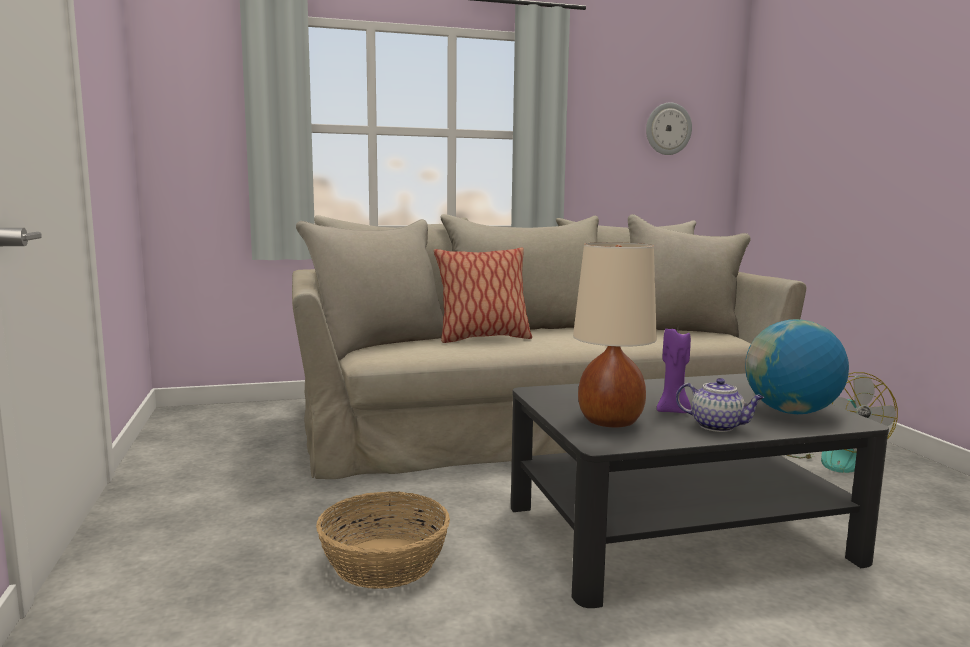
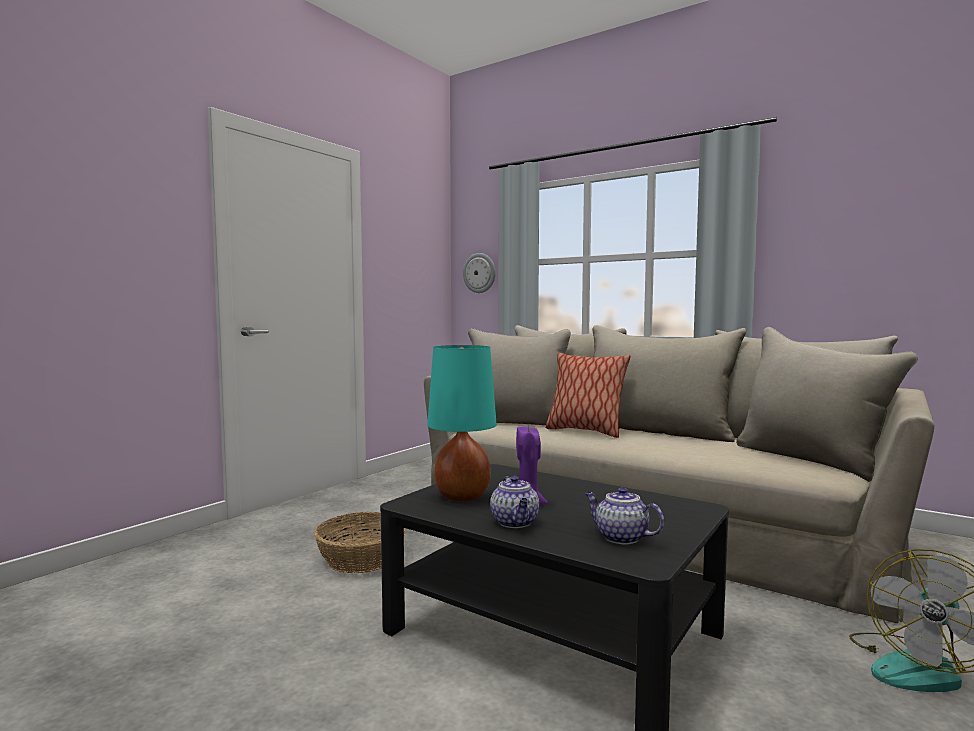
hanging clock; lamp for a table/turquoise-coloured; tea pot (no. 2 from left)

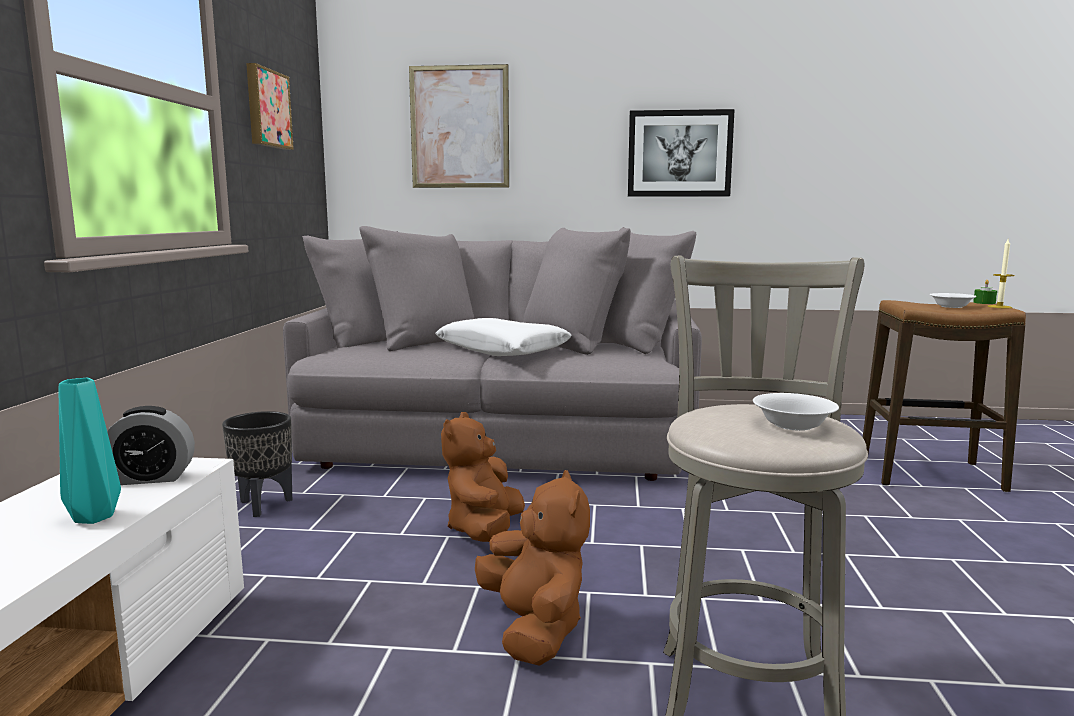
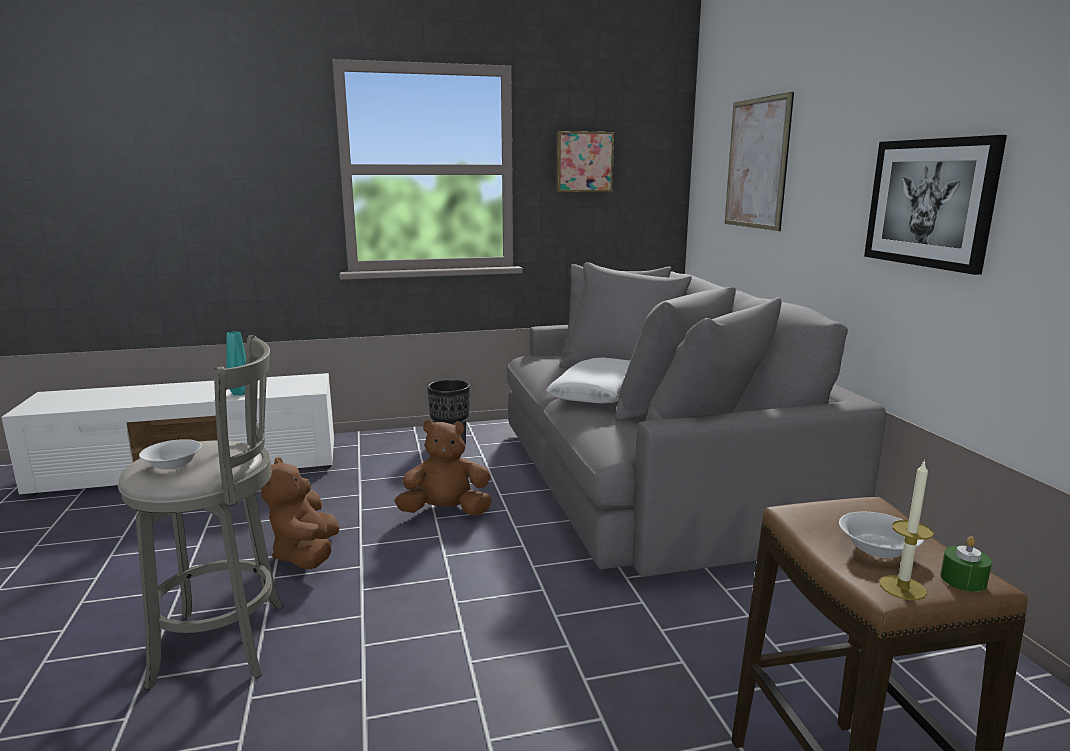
bedside clock; plush toy/brownish (no. 1 from left)

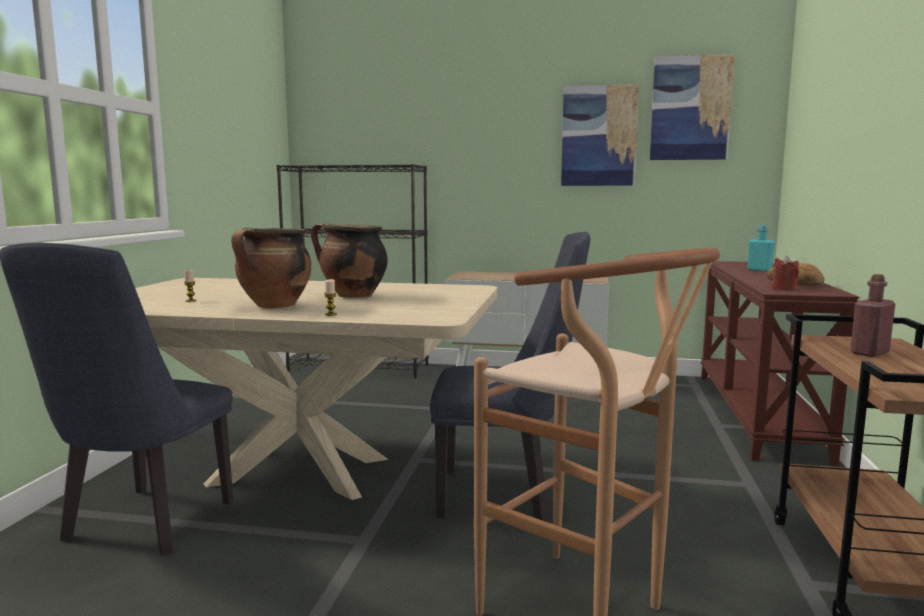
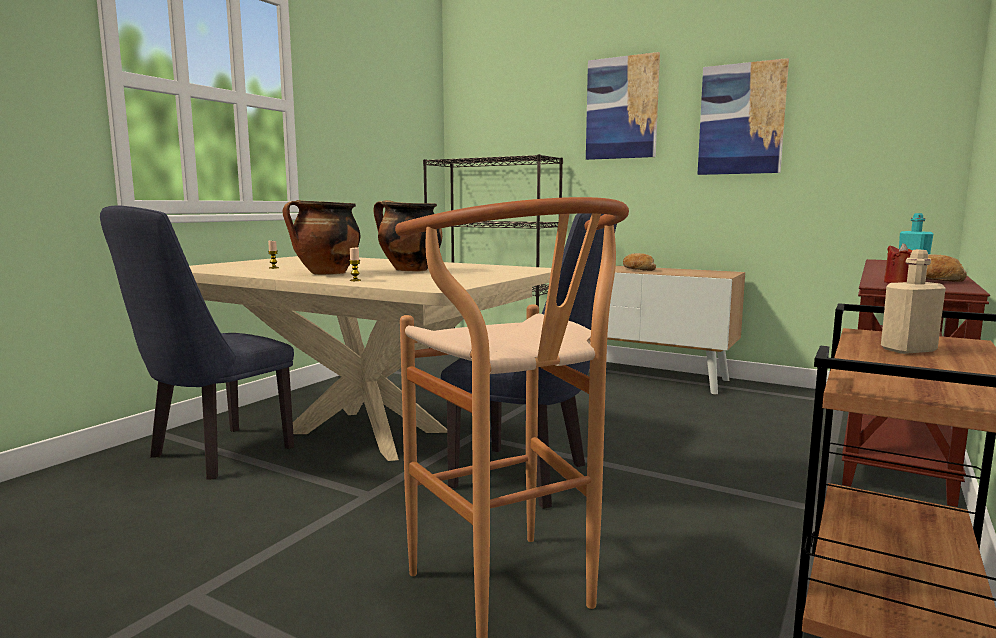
picture (no. 1 from left); drink bottle/beige-coloured; bakery bread (no. 1 from left)

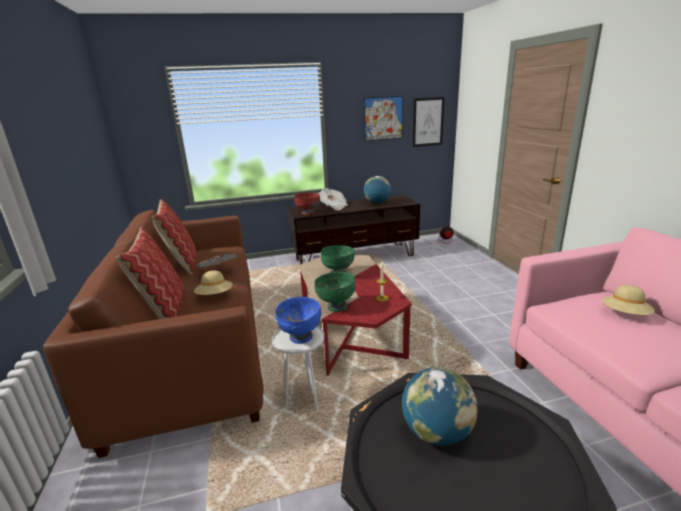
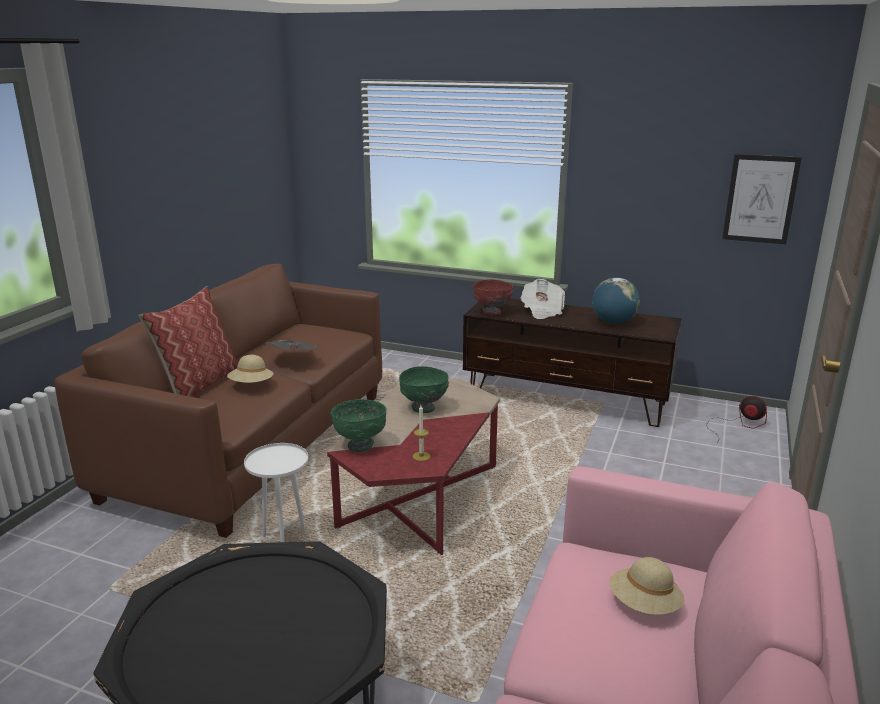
picture (no. 1 from left in the first image); pillow (no. 2 from left in the first image); bowl/blue; globe (no. 2 from left in the first image)

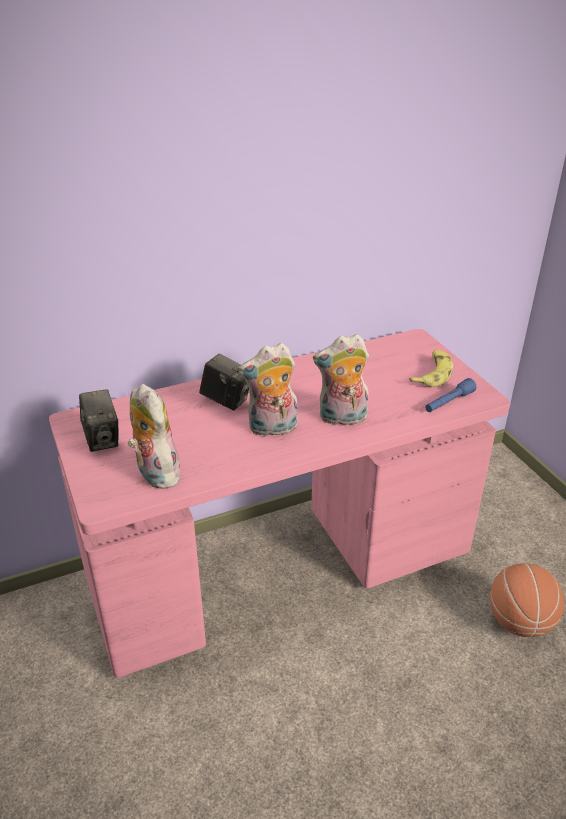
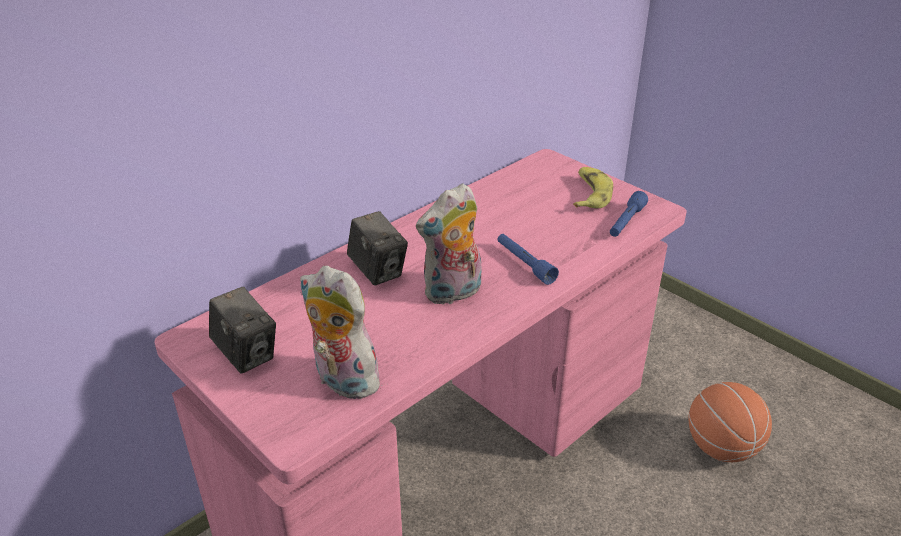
torch/blue (no. 1 from left); photo camera (no. 2 from left)

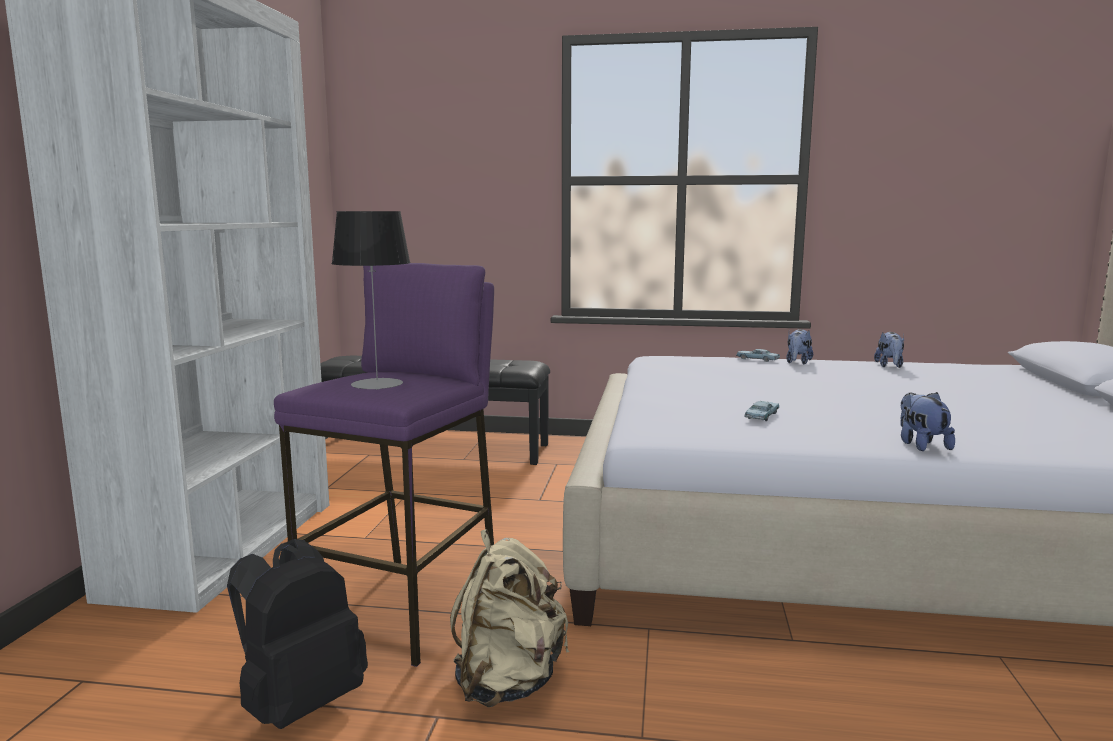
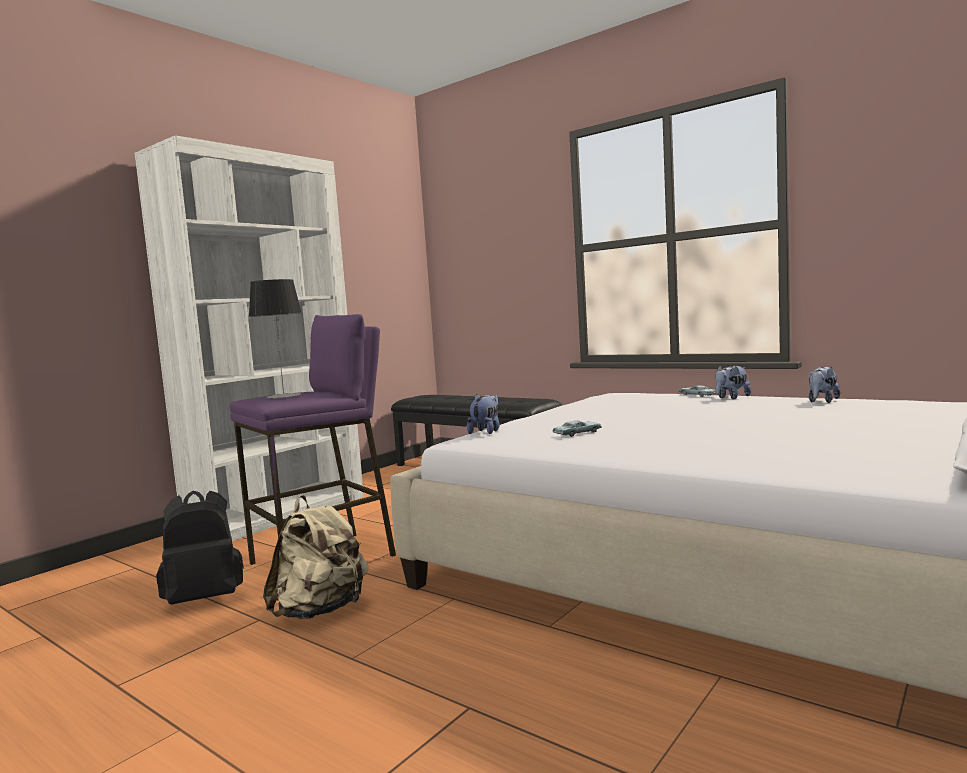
plush toy (no. 1 from left)

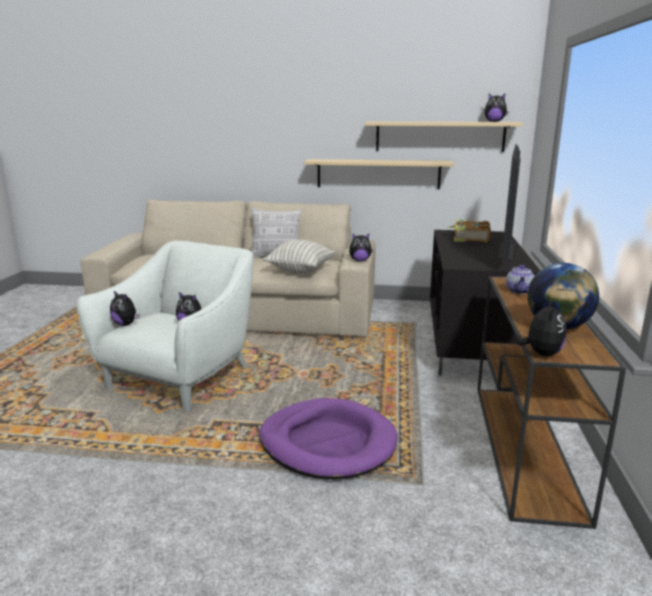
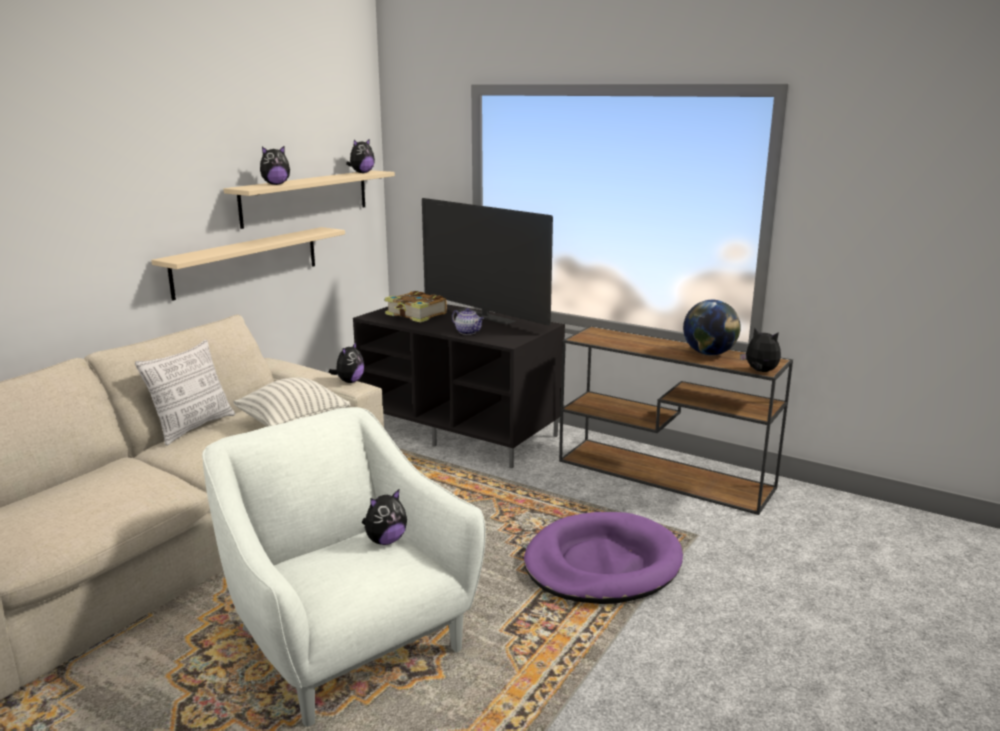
tea pot; plush toy (no. 1 from left)

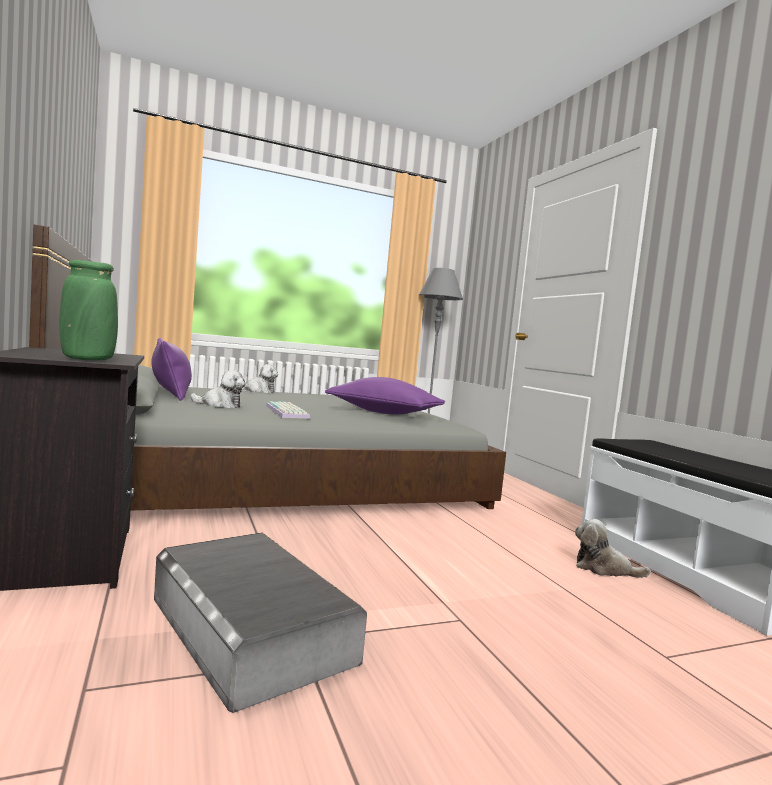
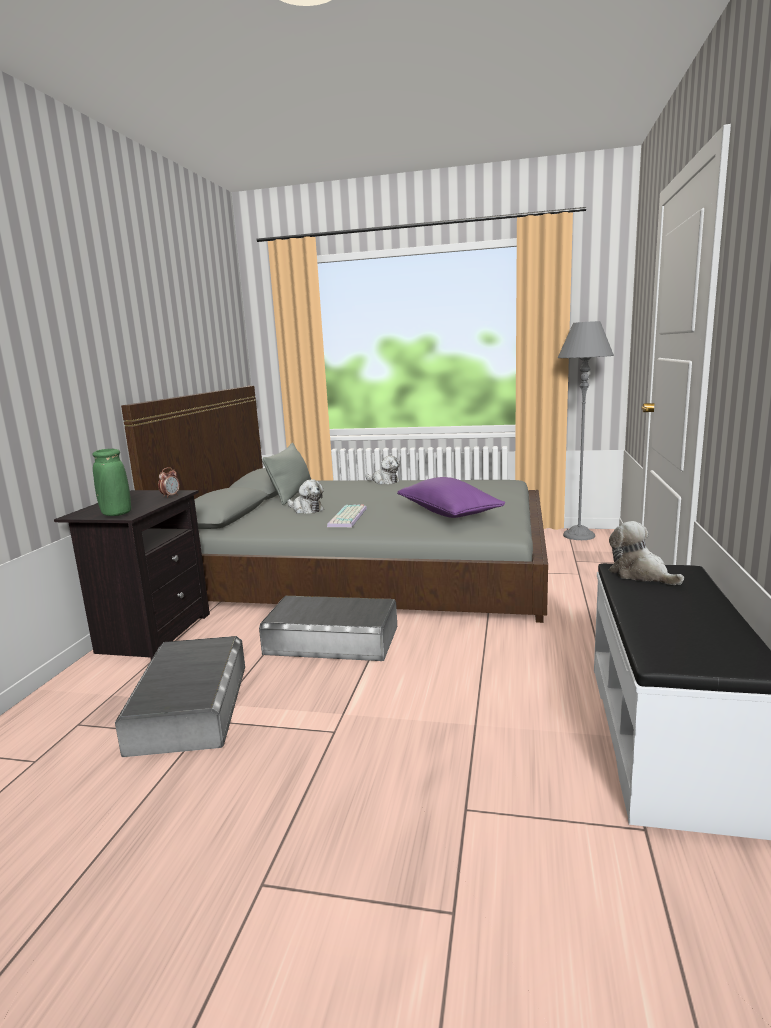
pillow/grey; plush toy (no. 3 from left); bedside clock; storage box/grey (no. 2 from left)

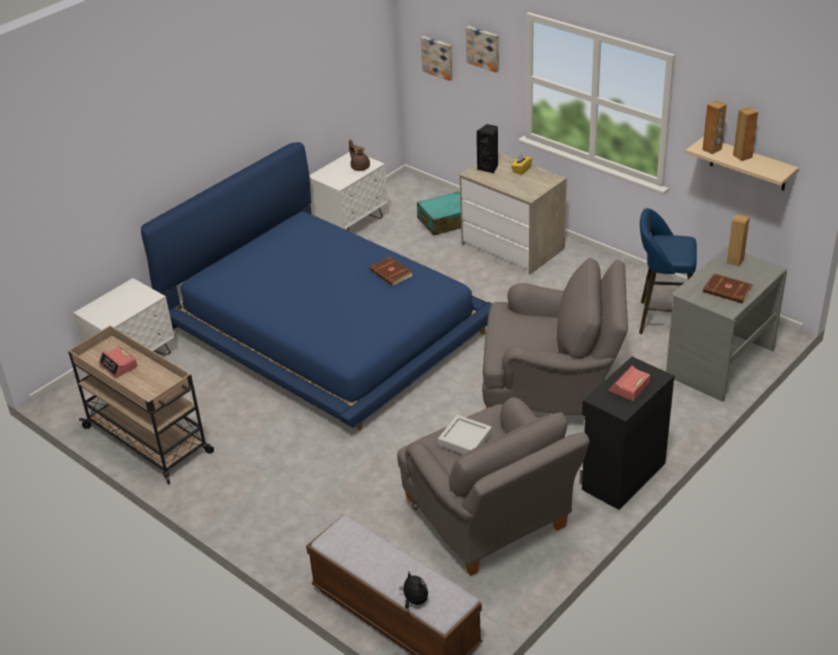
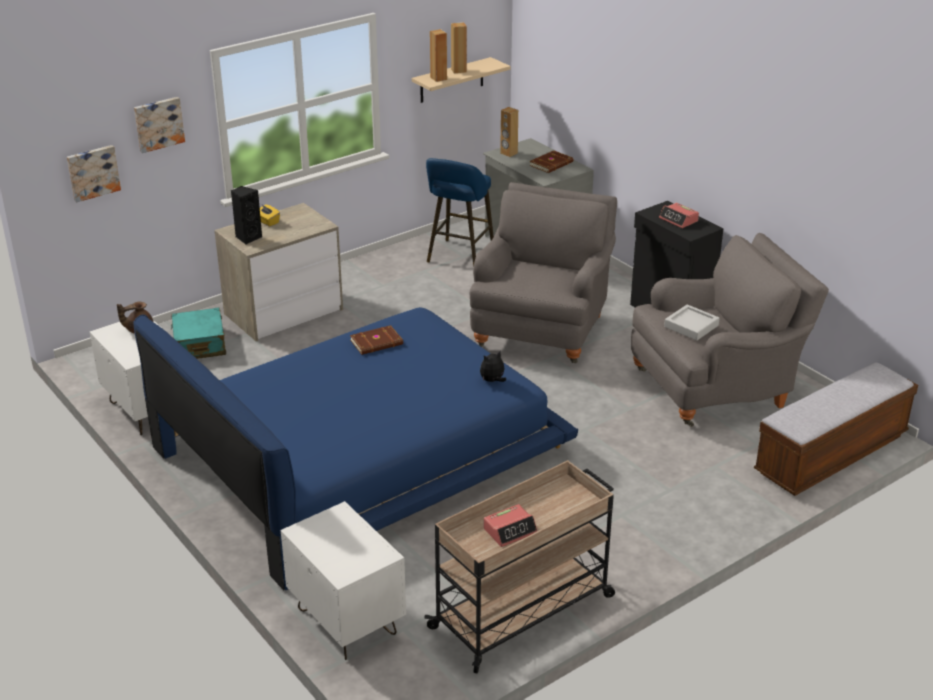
plush toy

